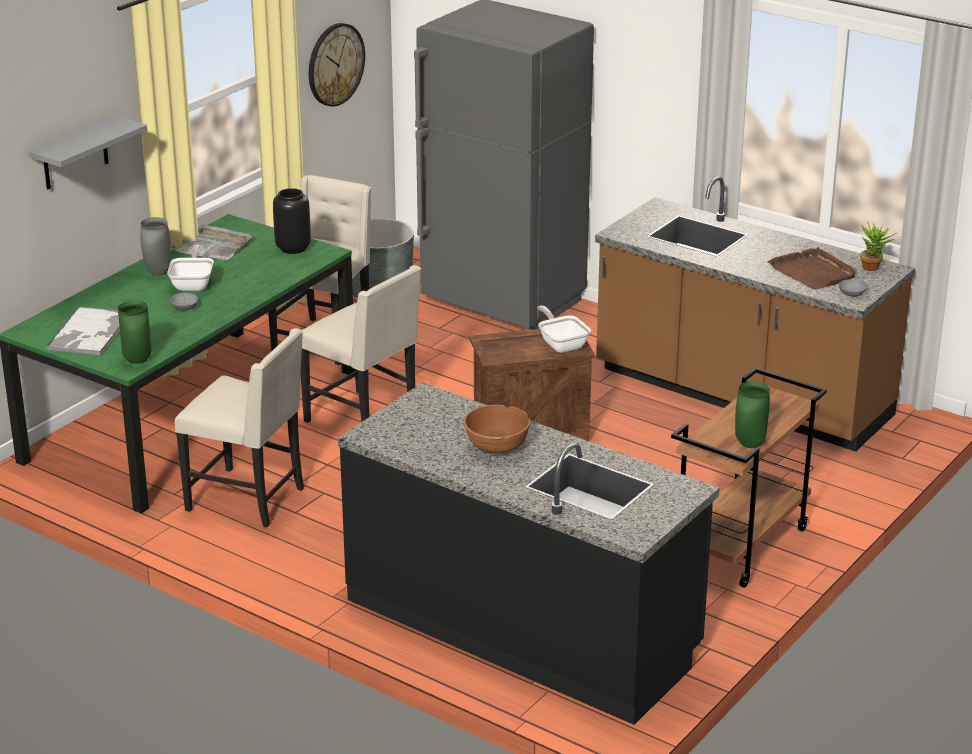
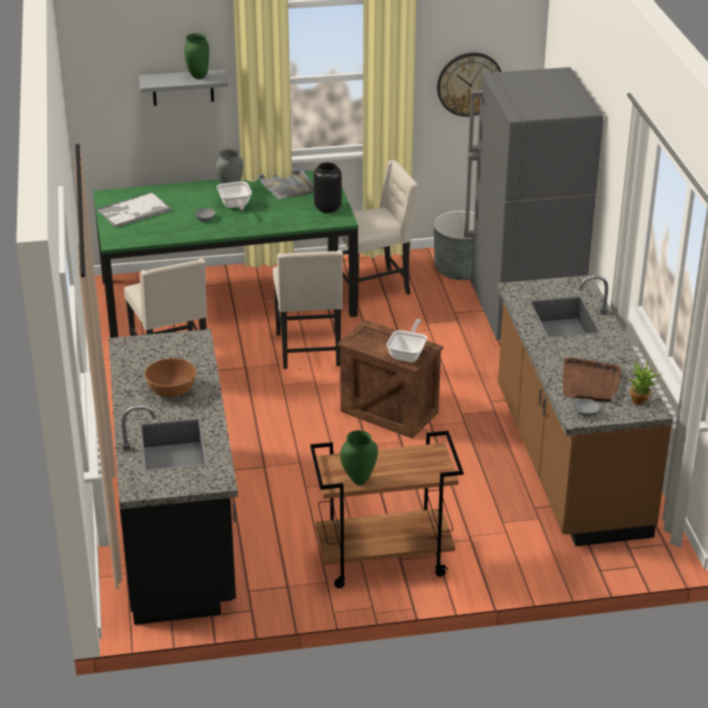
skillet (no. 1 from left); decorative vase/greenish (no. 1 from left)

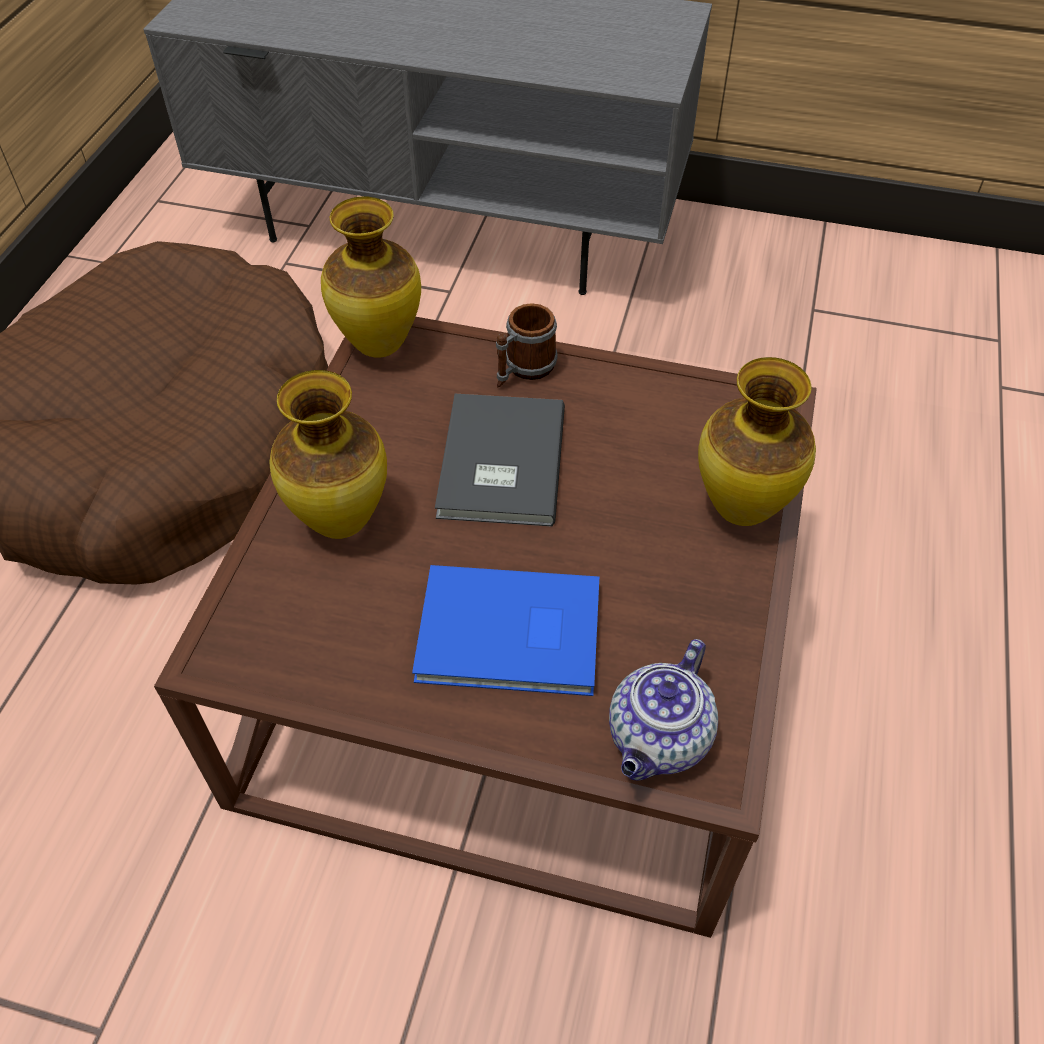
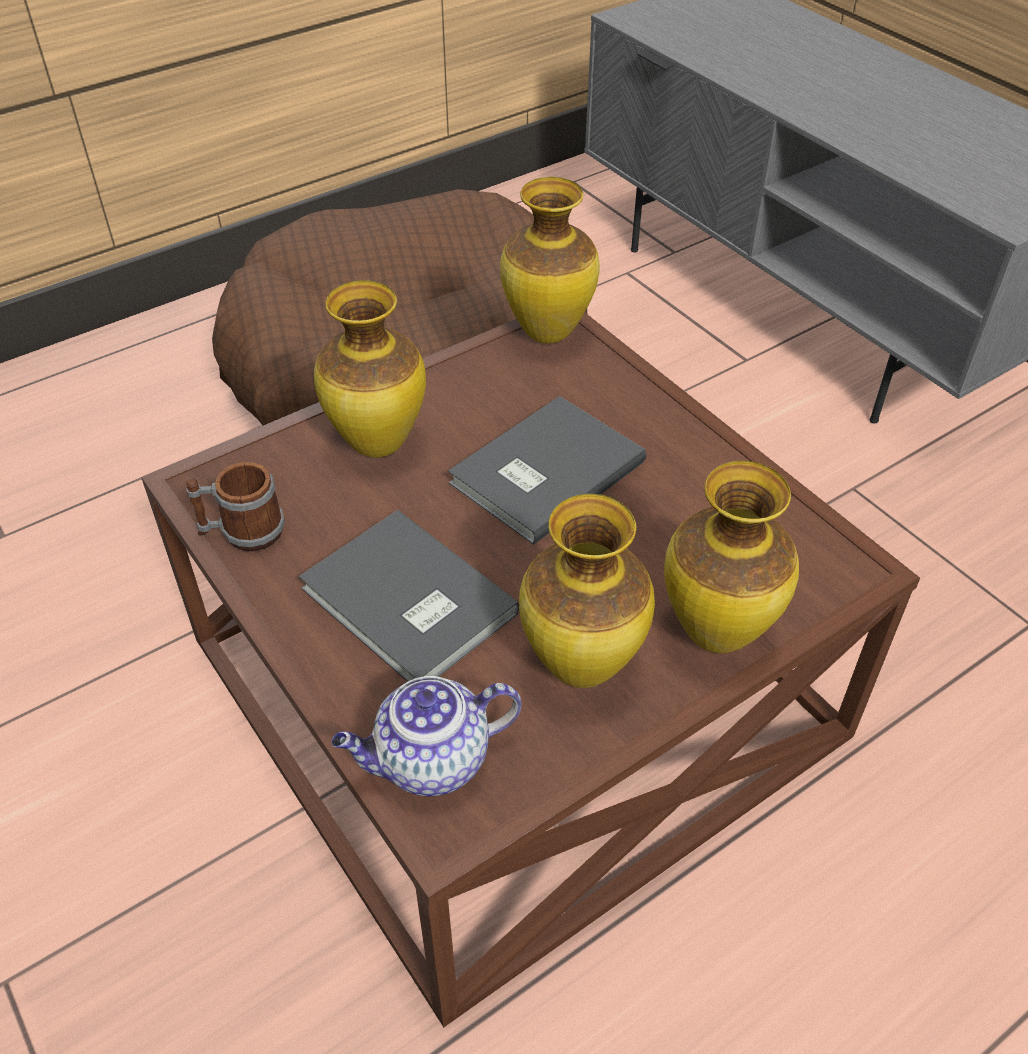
tea mug; volume/grey (no. 1 from left); decorative vase (no. 3 from left)

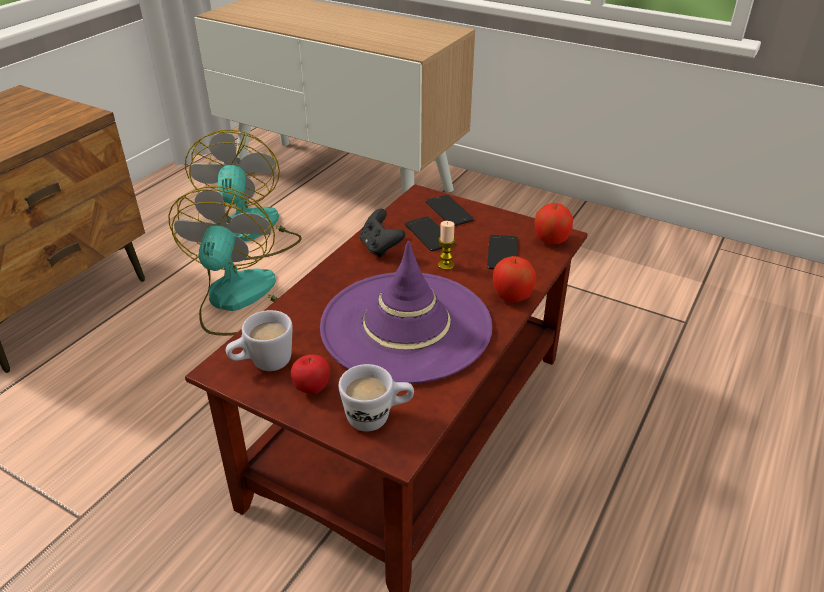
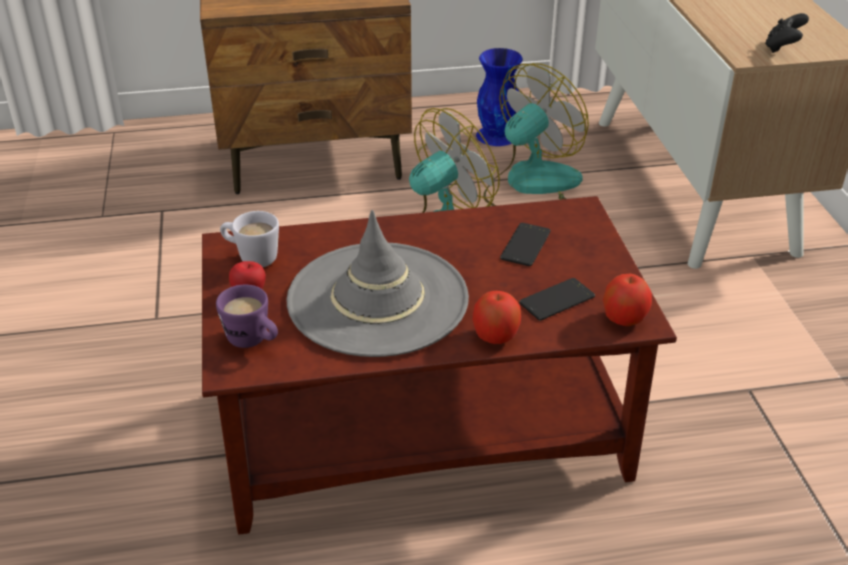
phone (no. 2 from left in the first image); joypad/black; wax candle; clothing hat/grey; tea mug/purple; decorative vase/blue

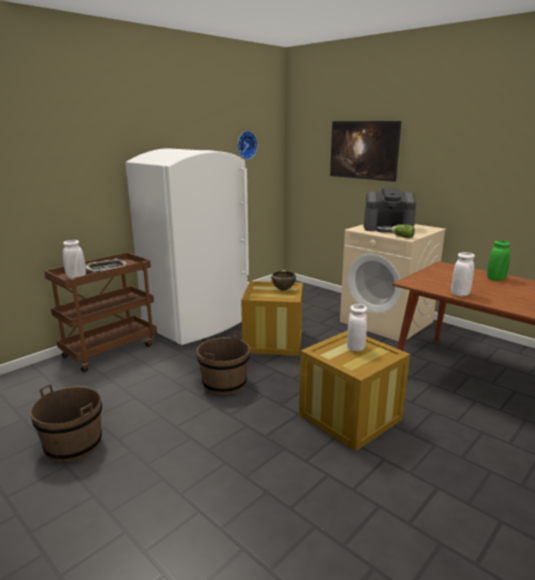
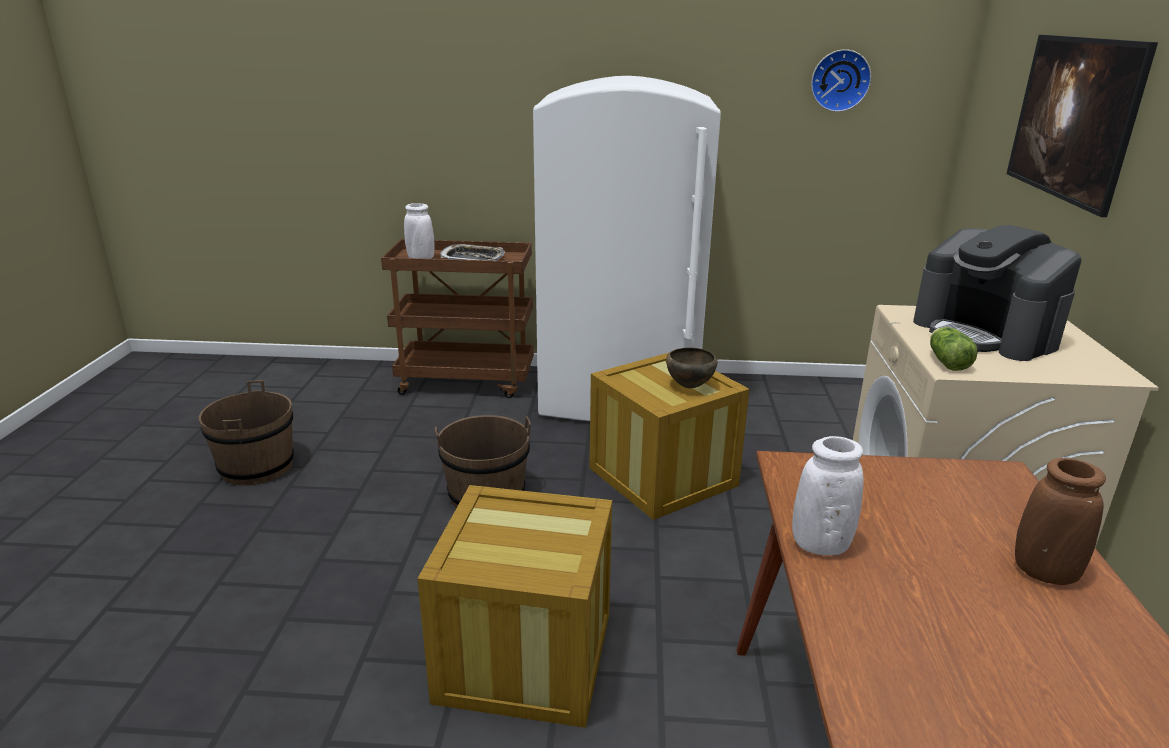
decorative vase/brownish; decorative vase/white-coloured (no. 2 from left in the first image)

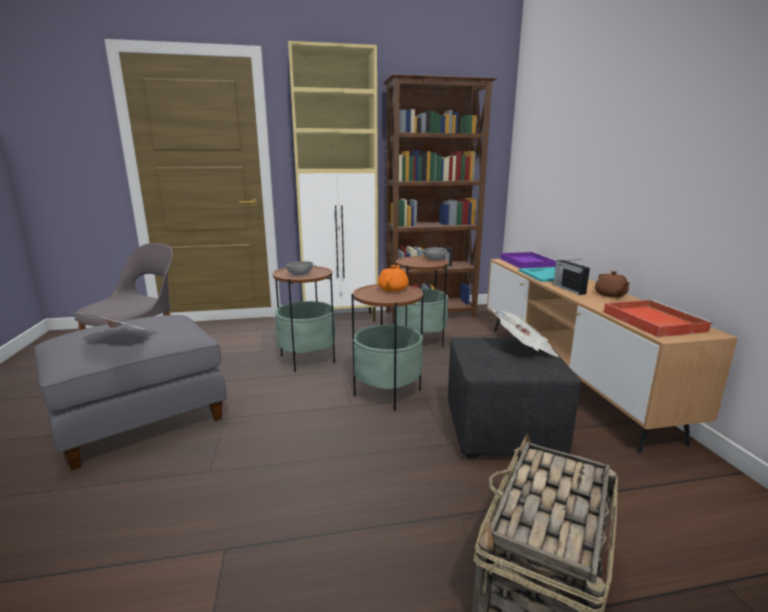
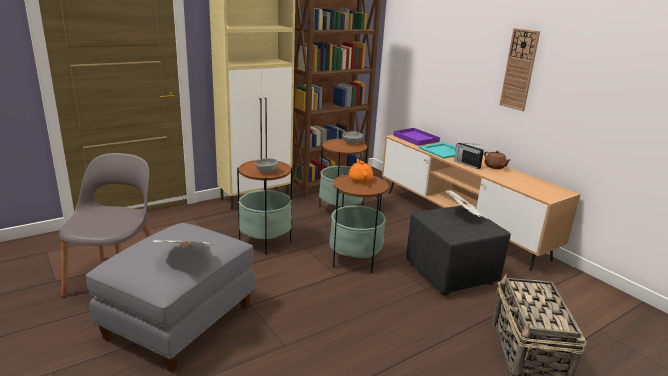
carrying tray/reddish; hanging clock

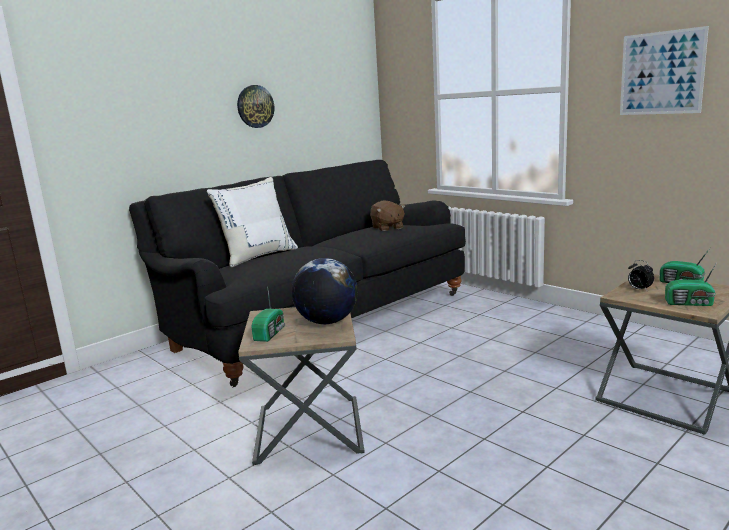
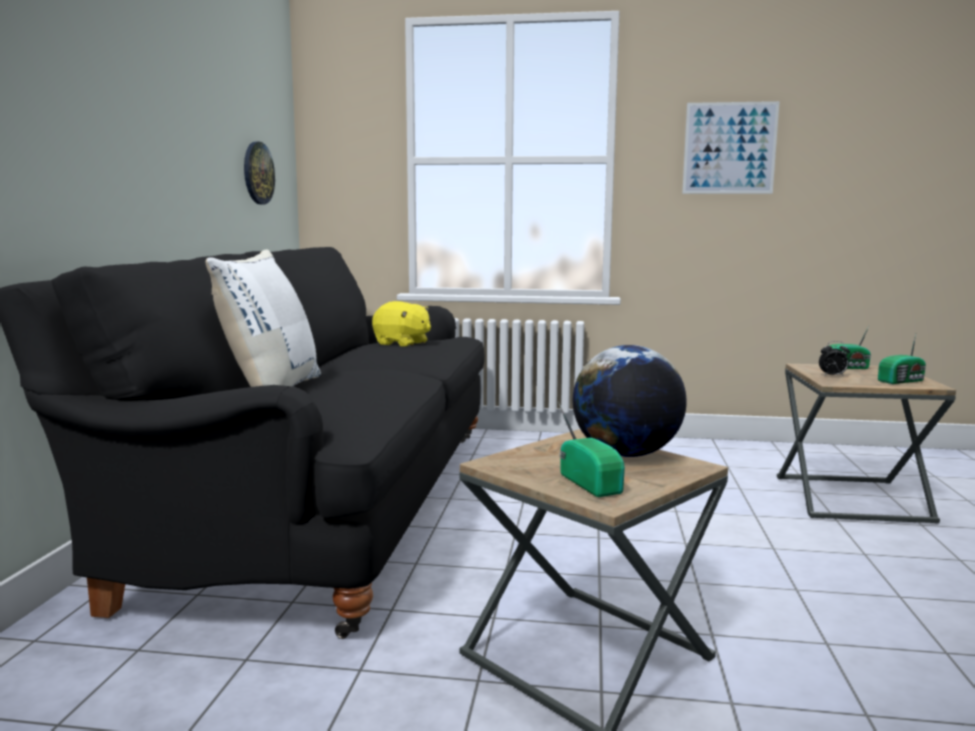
hanging clock; plush toy/yellowish

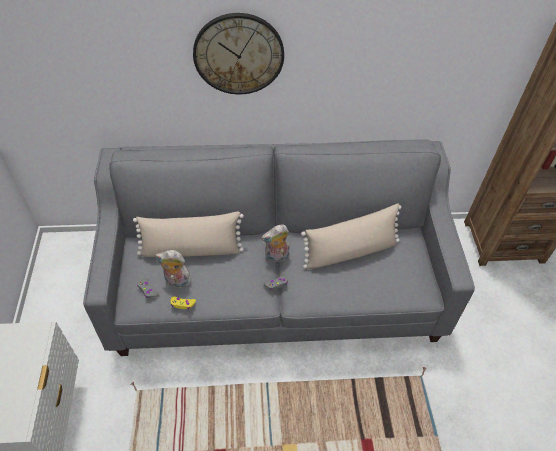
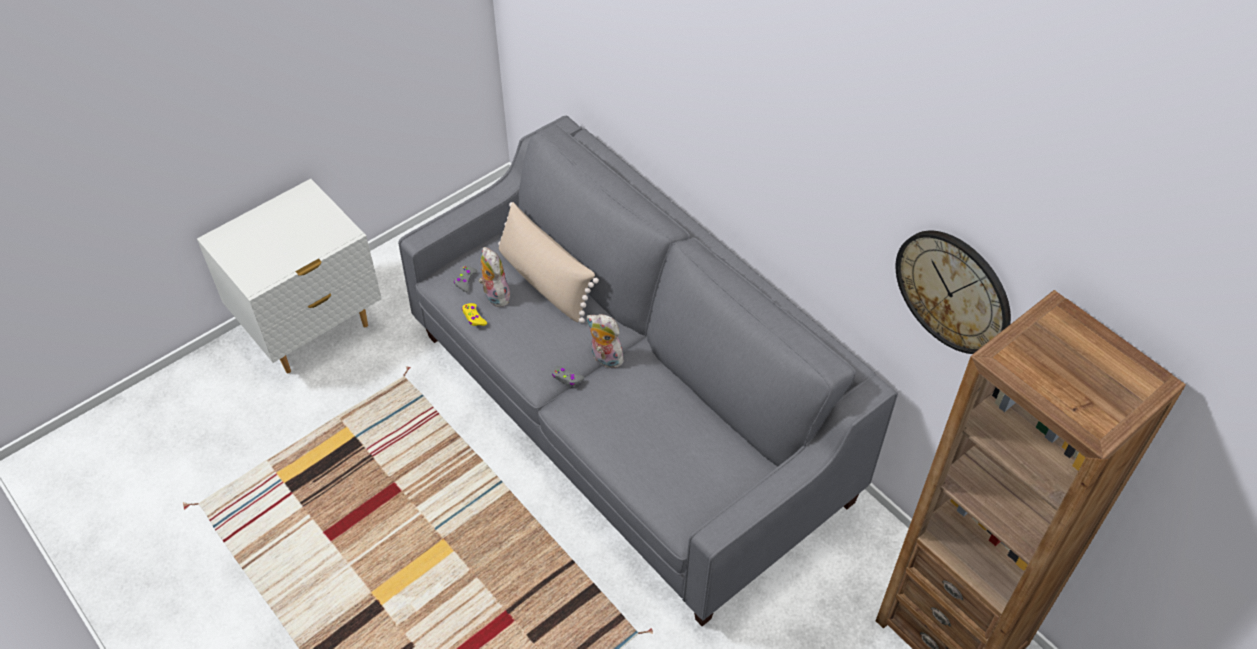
hanging clock; pillow/beige-coloured (no. 2 from left in the first image)

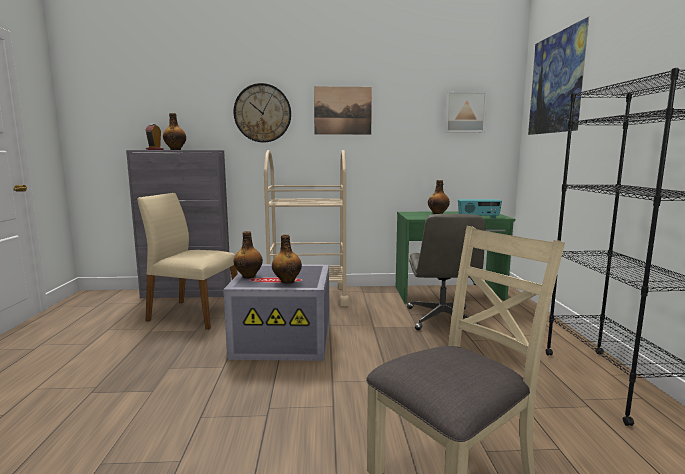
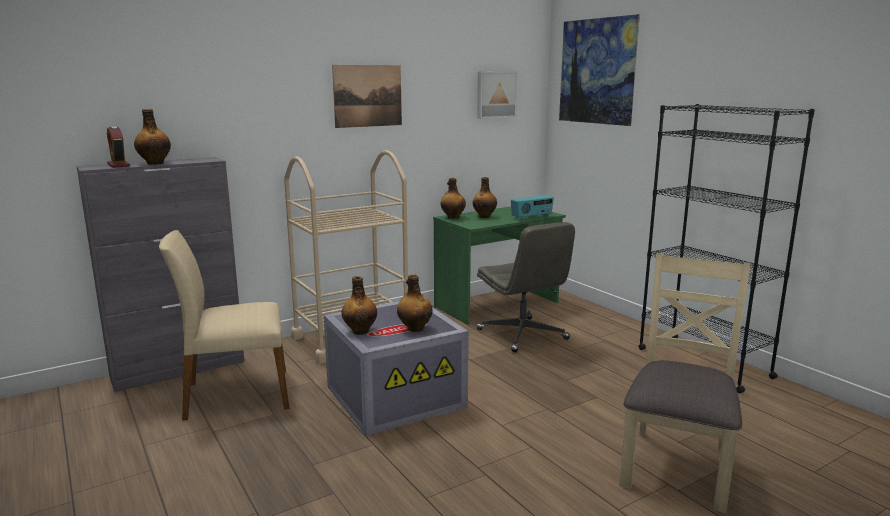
hanging clock; drink bottle (no. 4 from left)

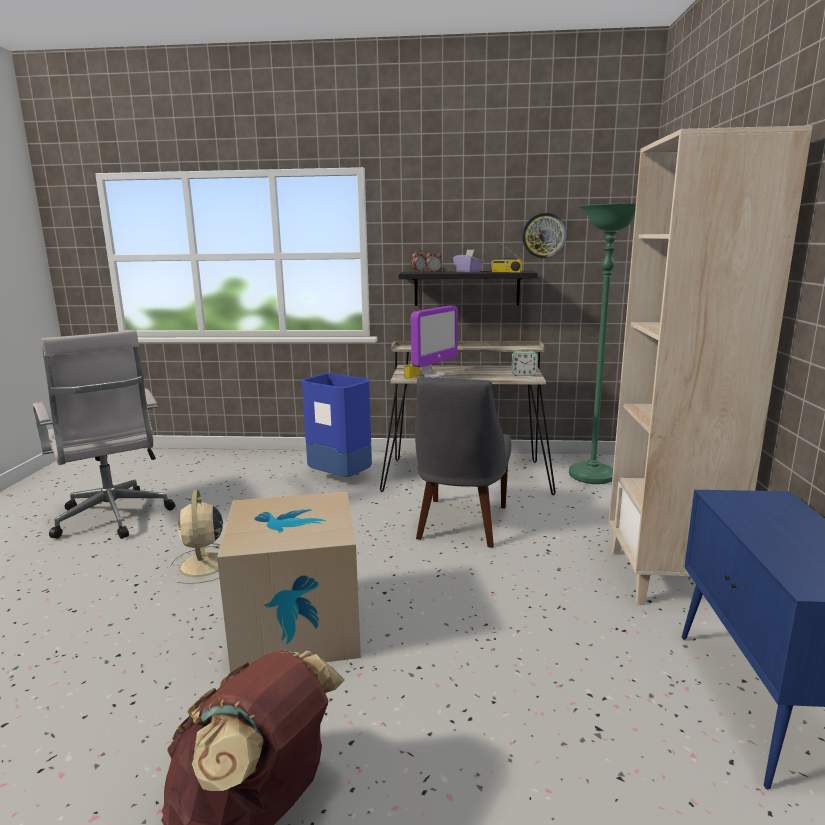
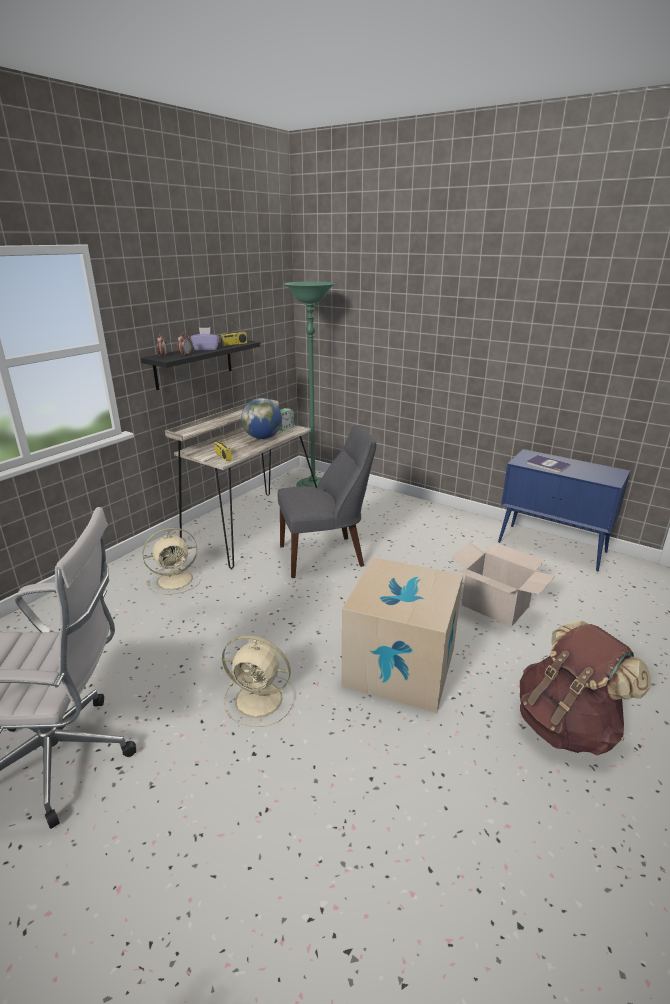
bookcase/beige-coloured; hanging clock; computer display; electric fan/beige-coloured (no. 1 from left); chair/grey; globe; volume; cardboard box (no. 2 from left)

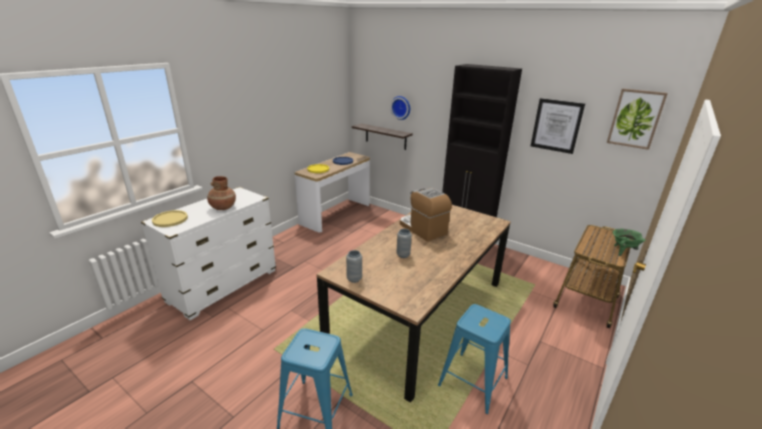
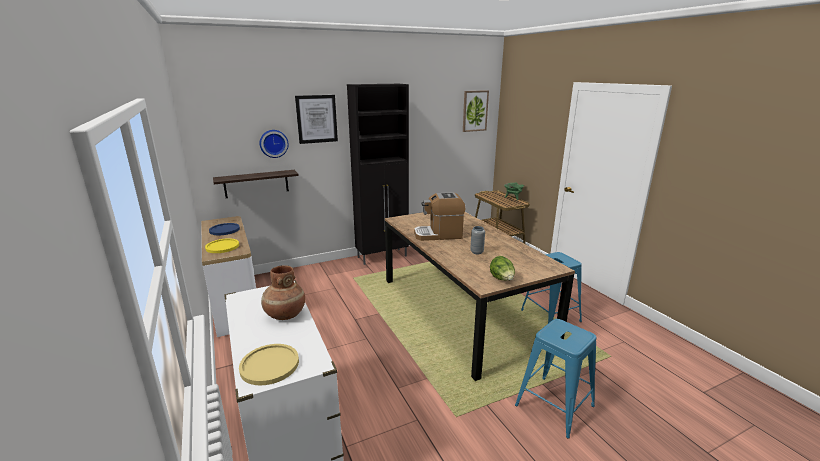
picture (no. 1 from left); head of lettuce

